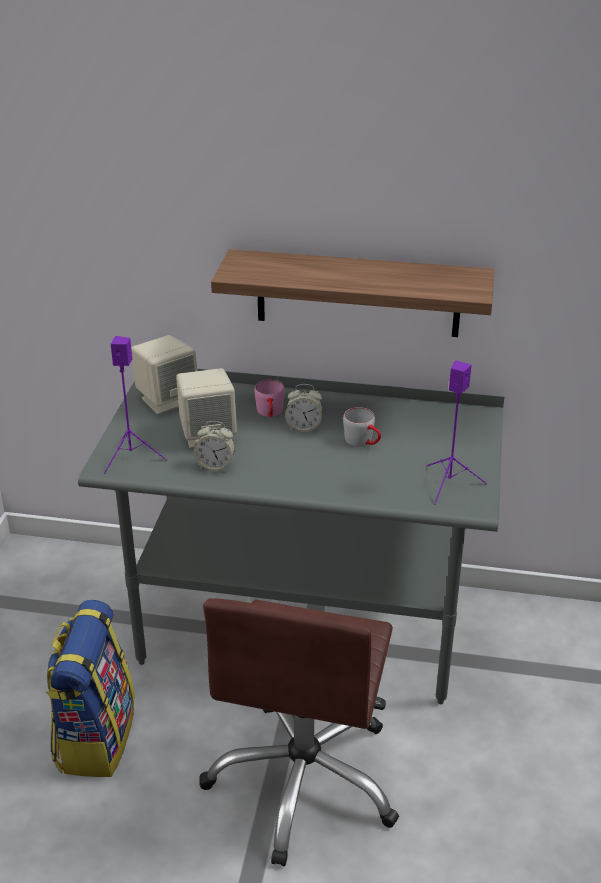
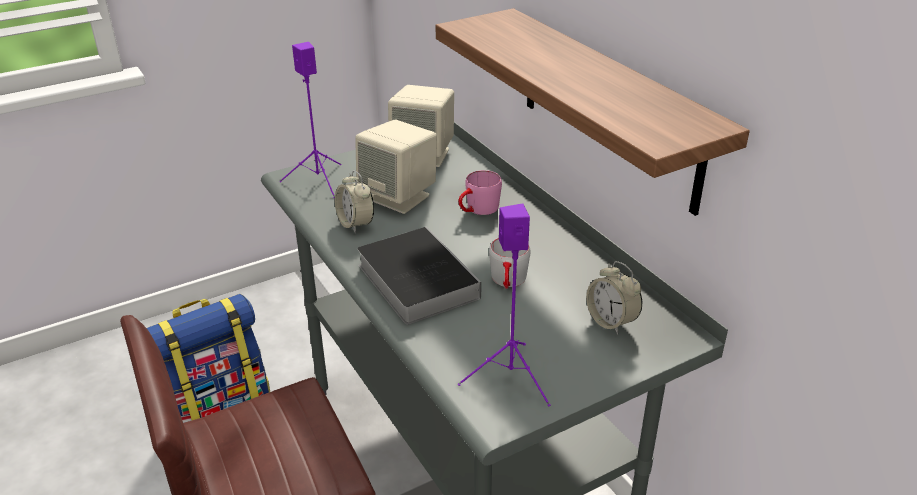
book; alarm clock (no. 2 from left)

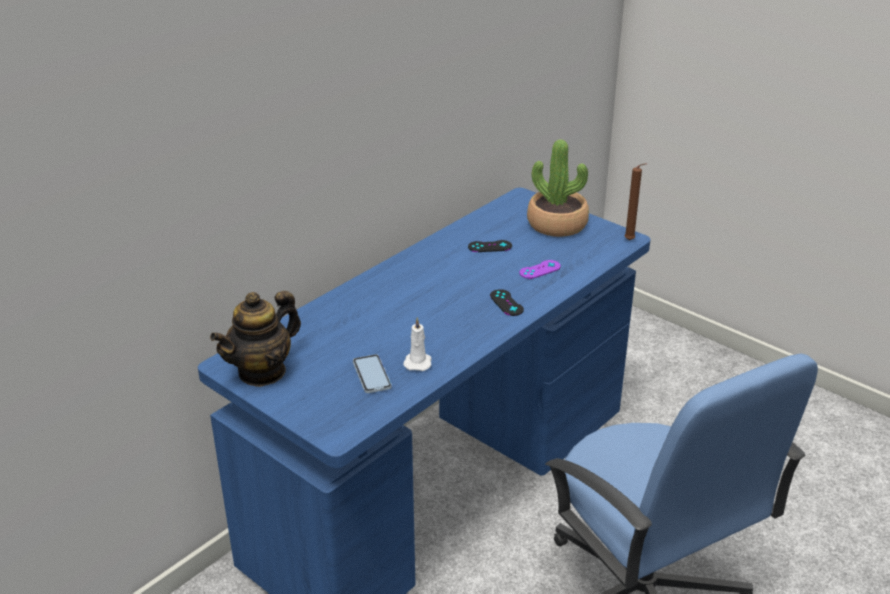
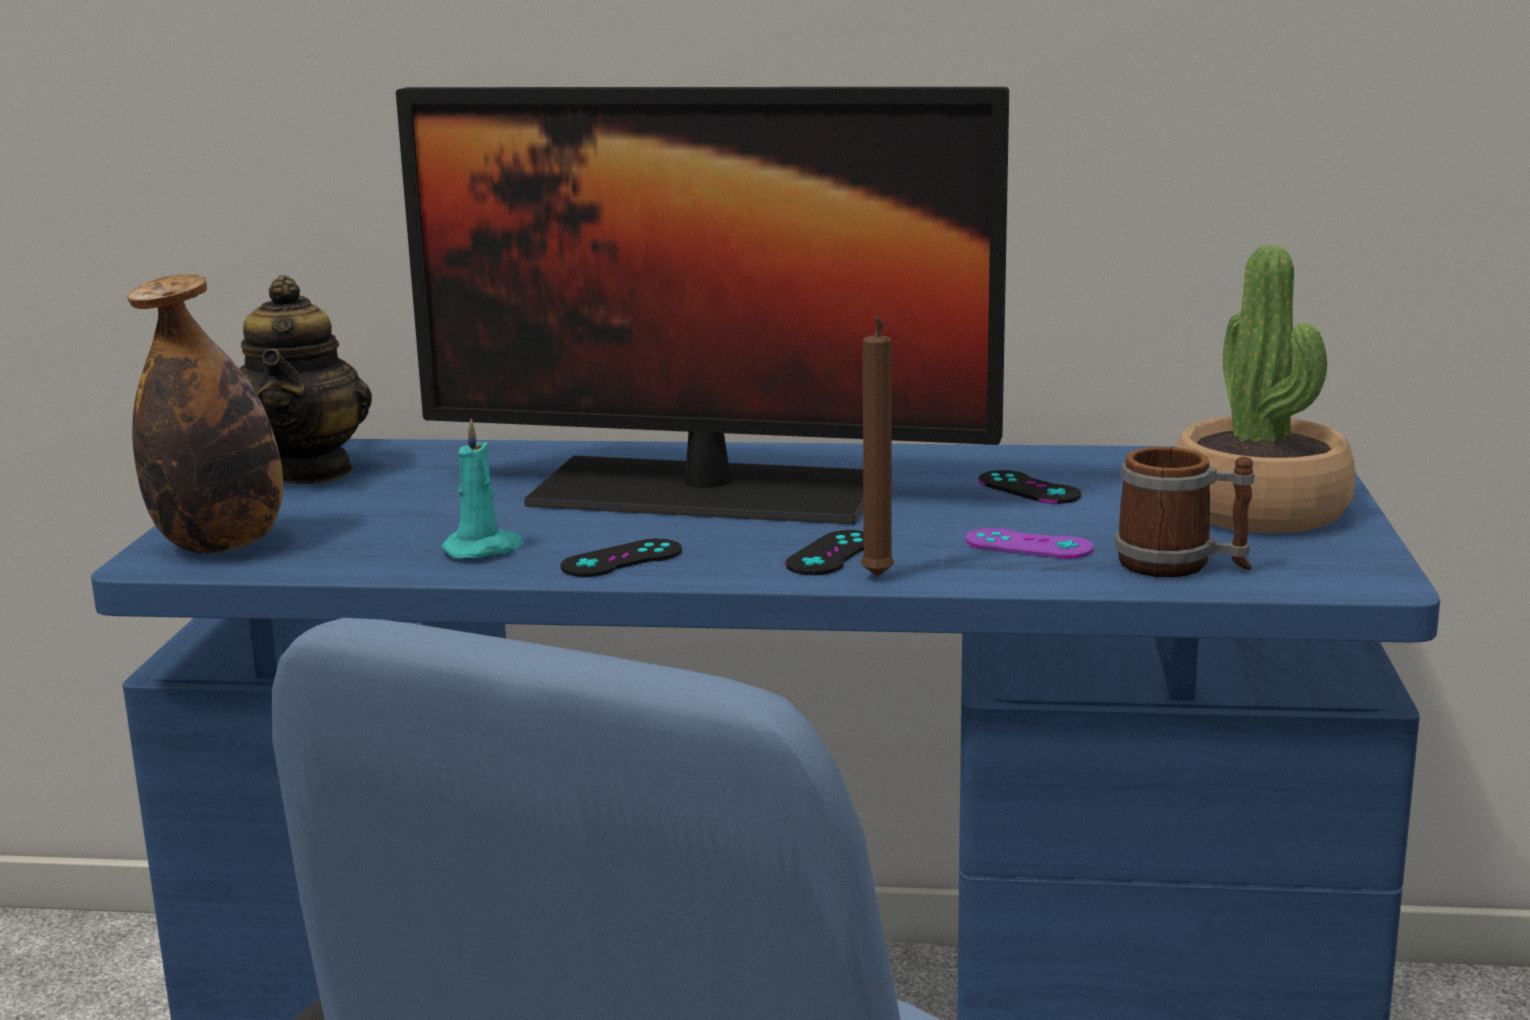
phone; bottle; monitor; game controller (black) (no. 1 from left); mug; candle (brown); candle (turquoise); teapot

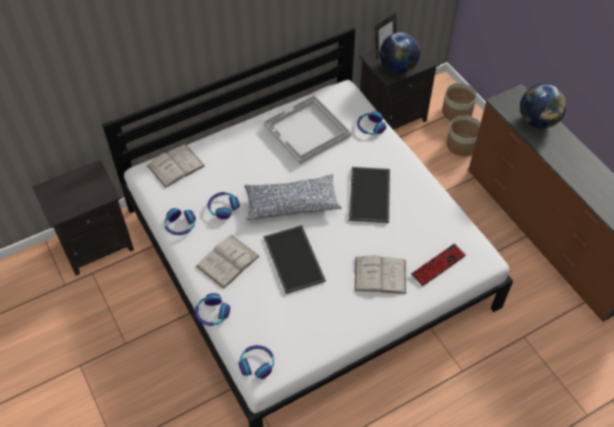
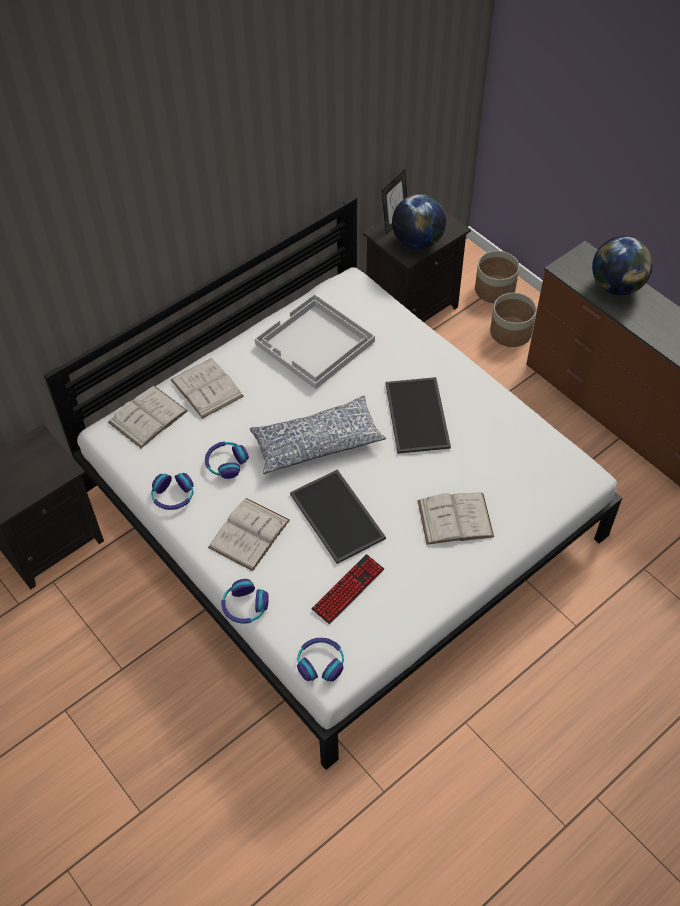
headphones (no. 5 from left in the first image); book (white) (no. 2 from left); keyboard

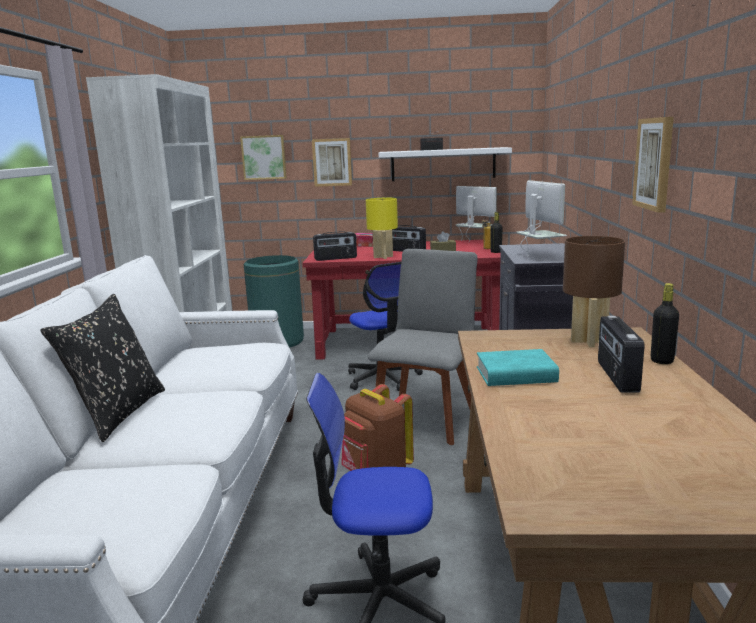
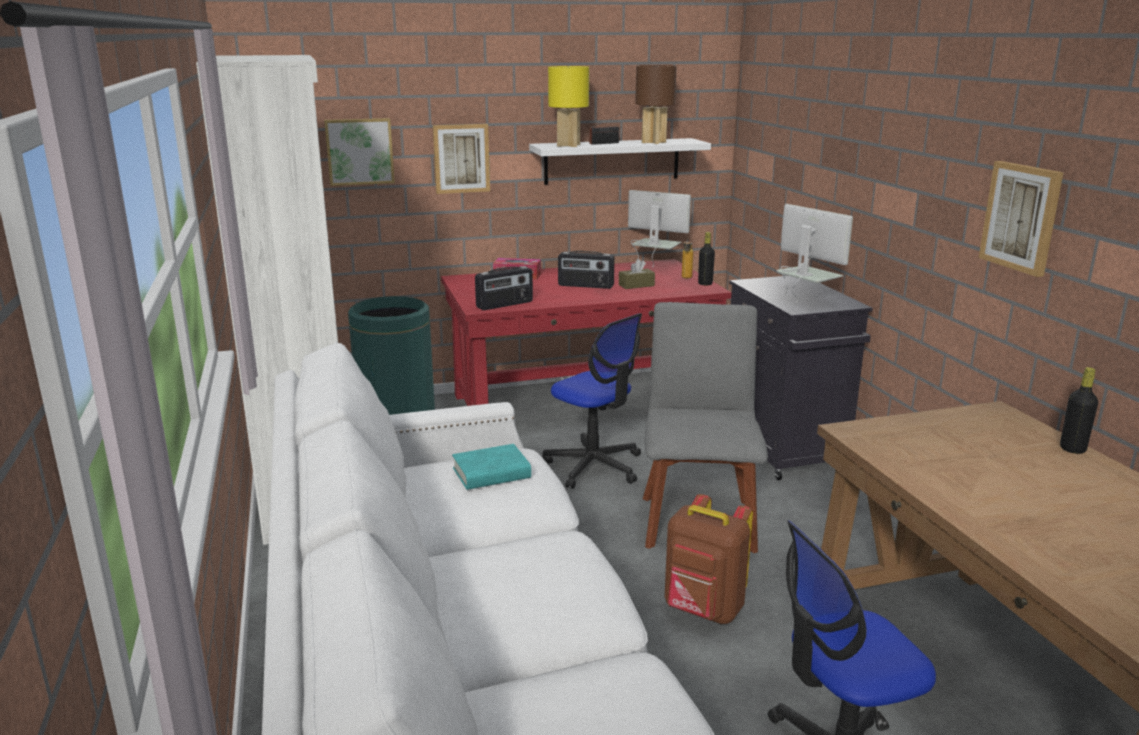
pillow (black); radio (no. 4 from left in the first image); table lamp (yellow); book (turquoise); table lamp (brown)

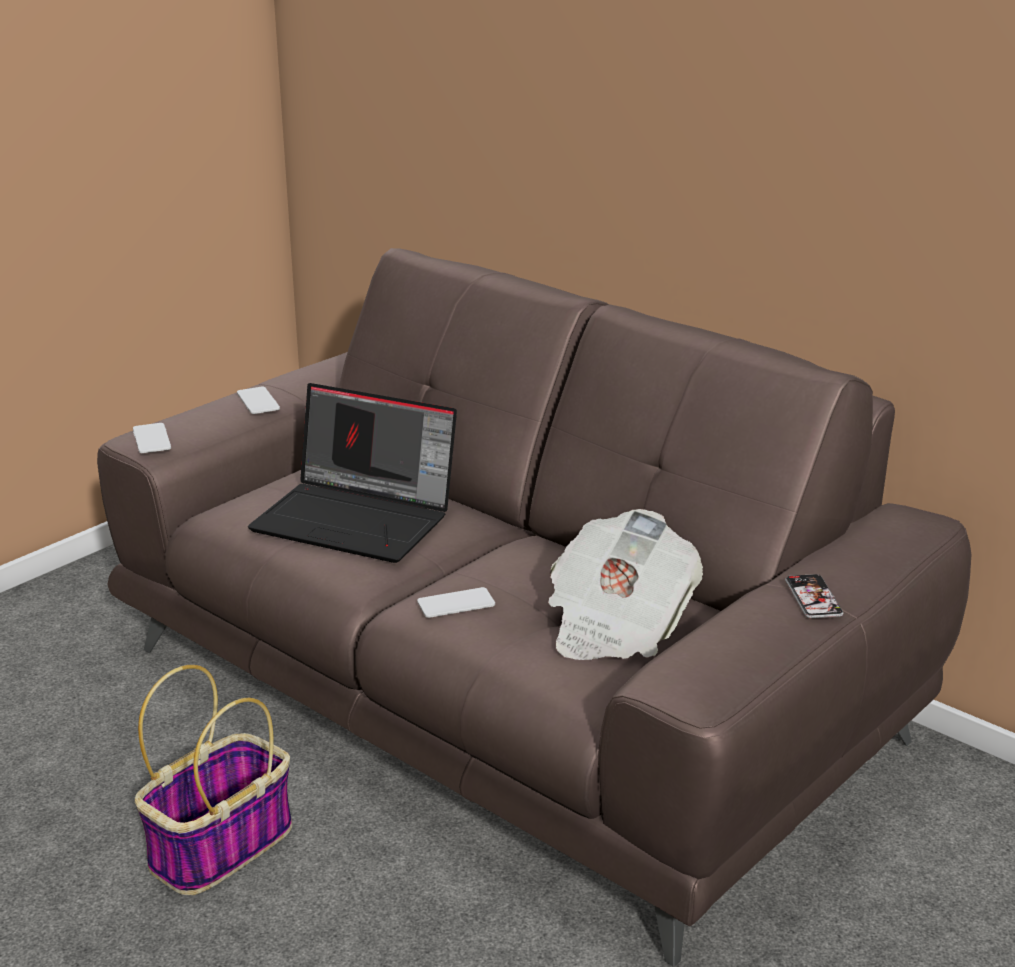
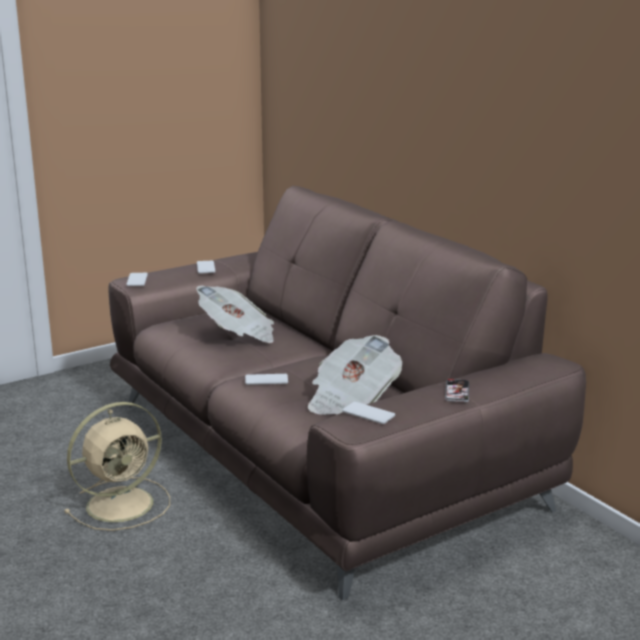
phone (no. 4 from left); fan (beige); newspaper (no. 1 from left)

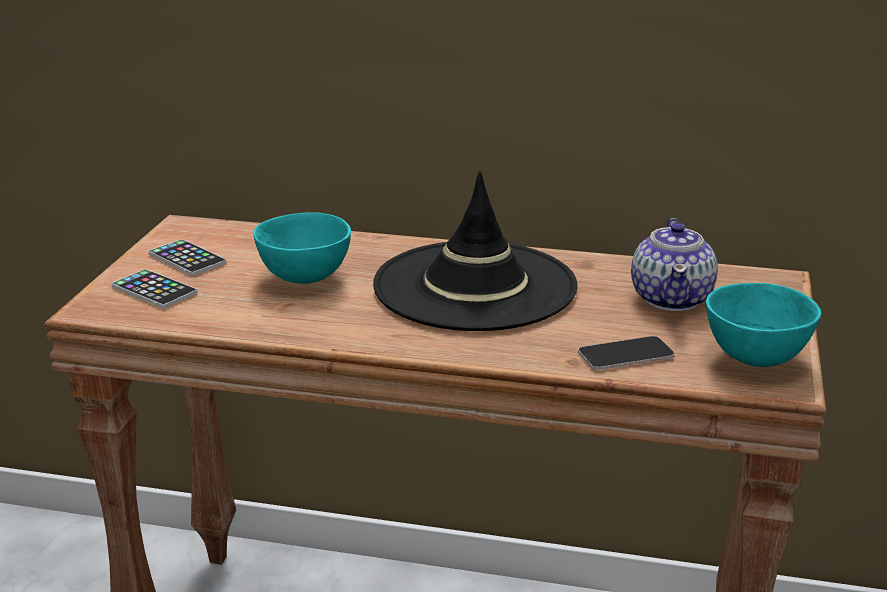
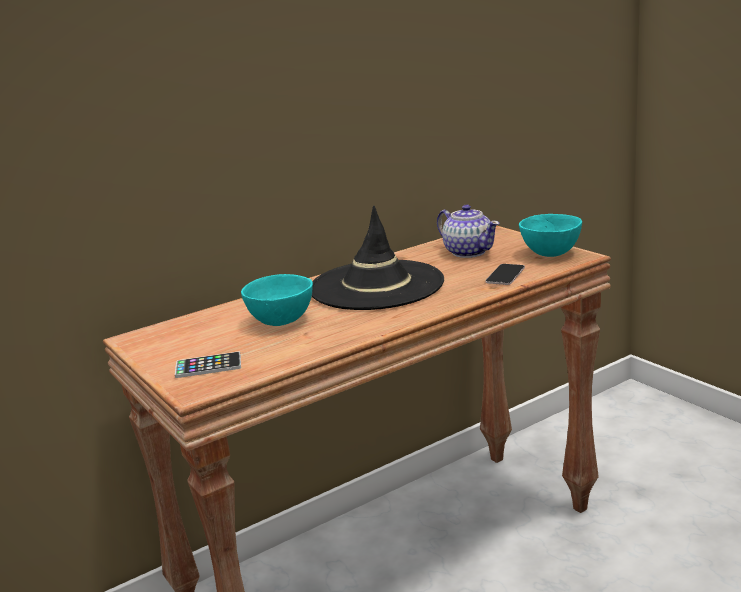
phone (no. 2 from left in the first image)

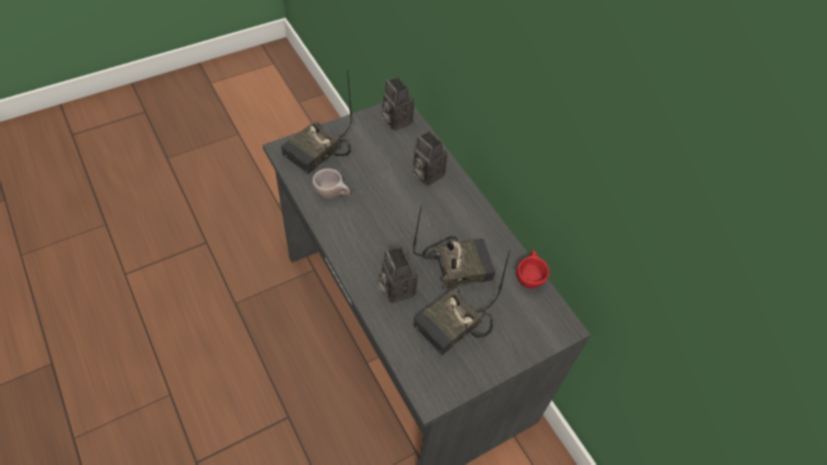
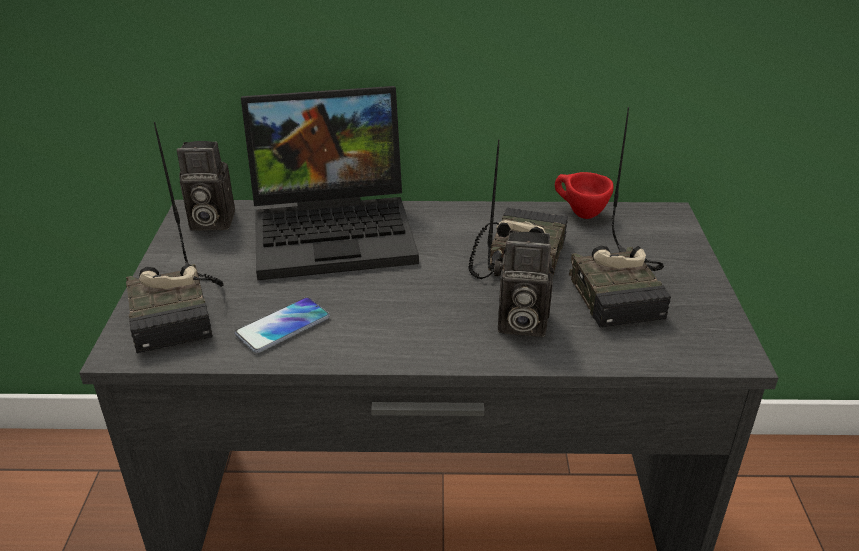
phone; laptop

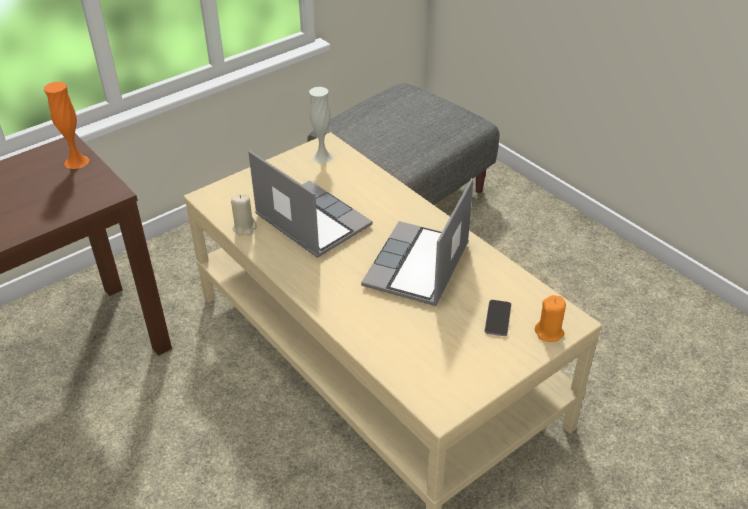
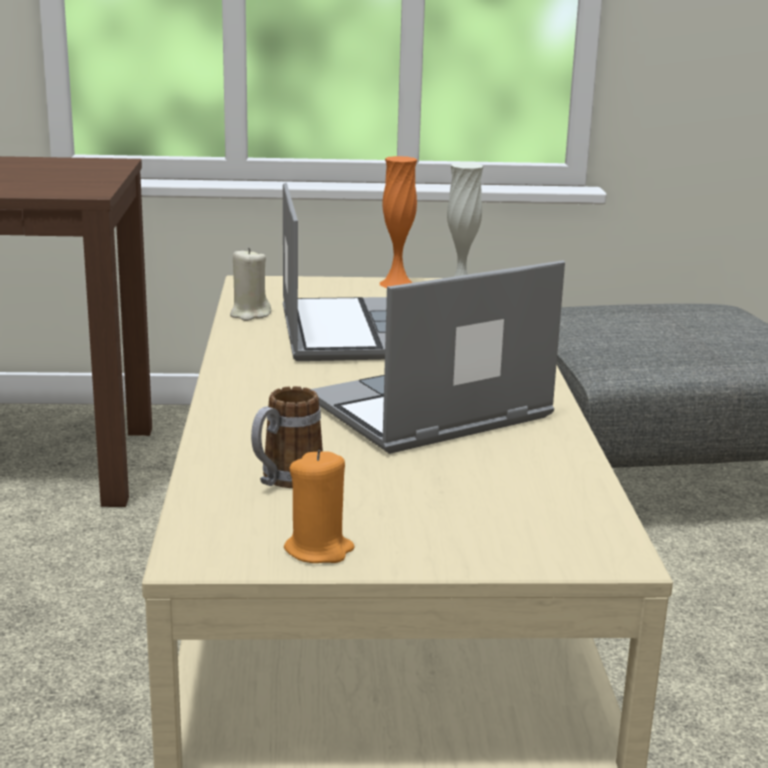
phone; mug; vase (orange); candle (orange)

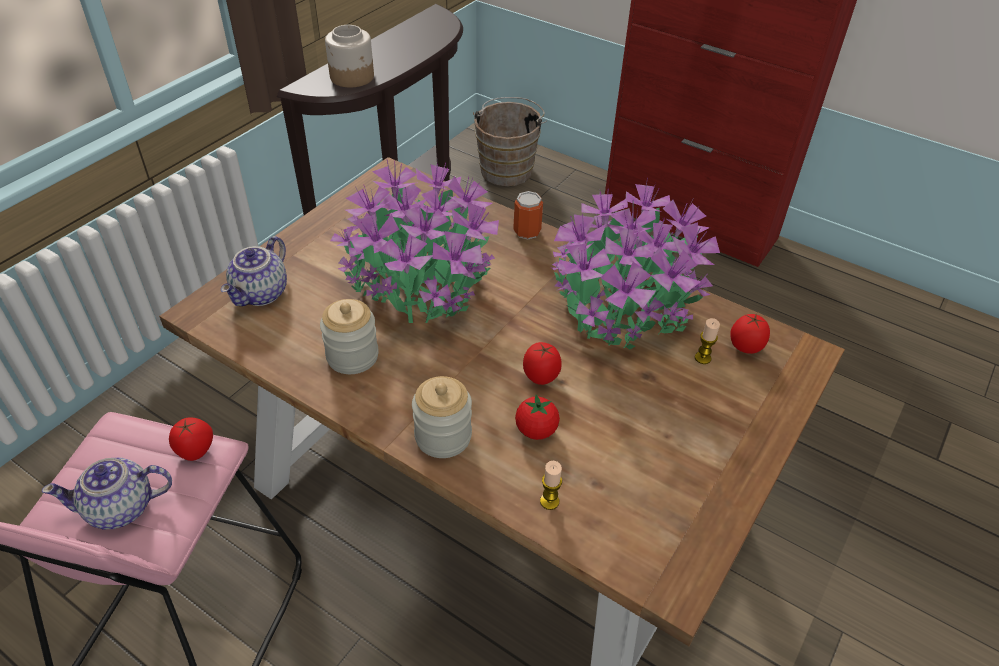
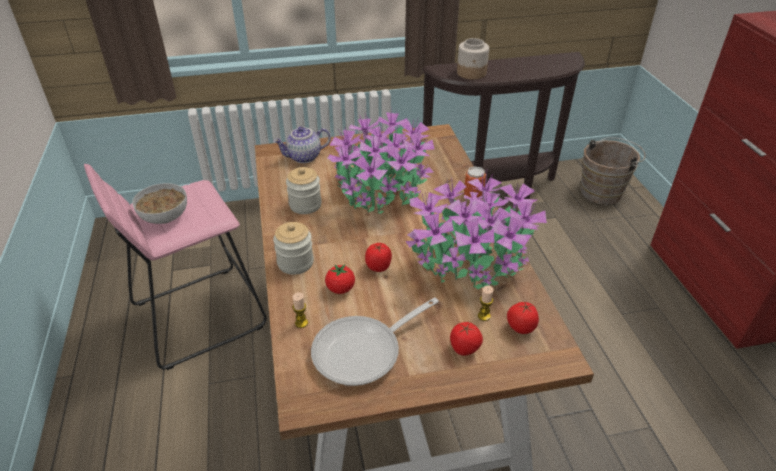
frying pan; tomato (no. 3 from left); bowl

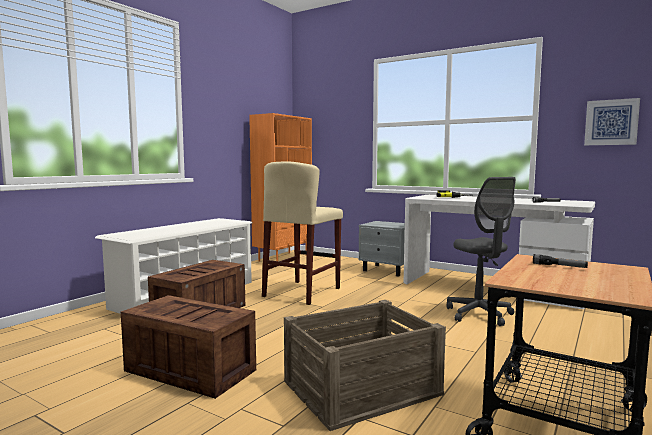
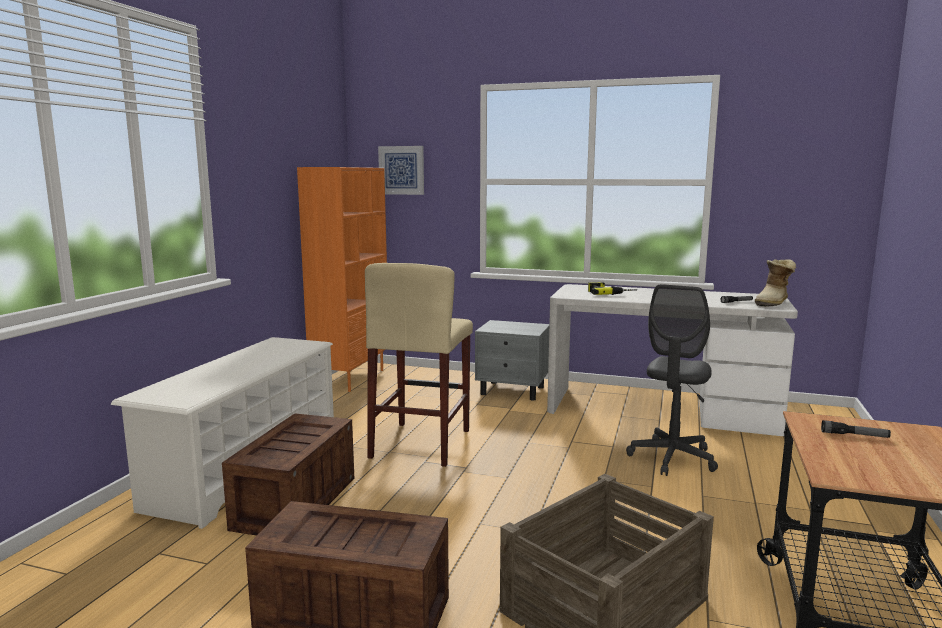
boot; picture; office chair (grey)

